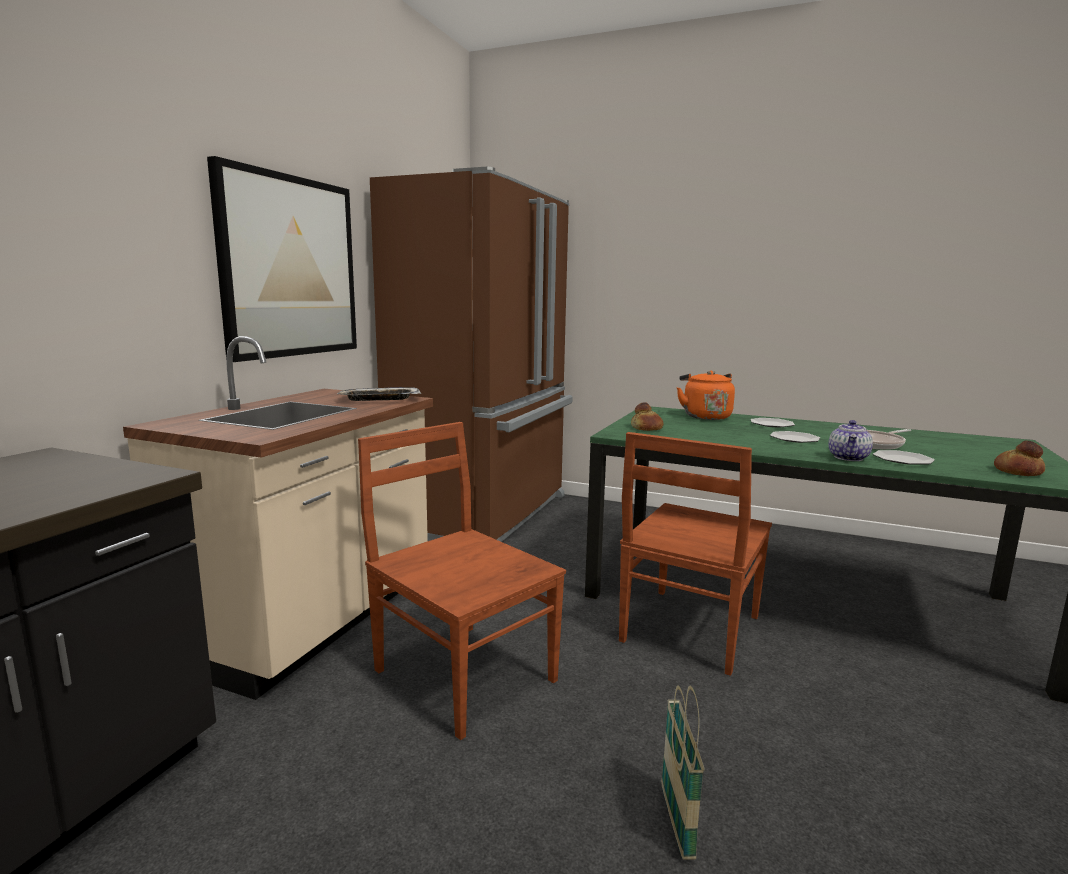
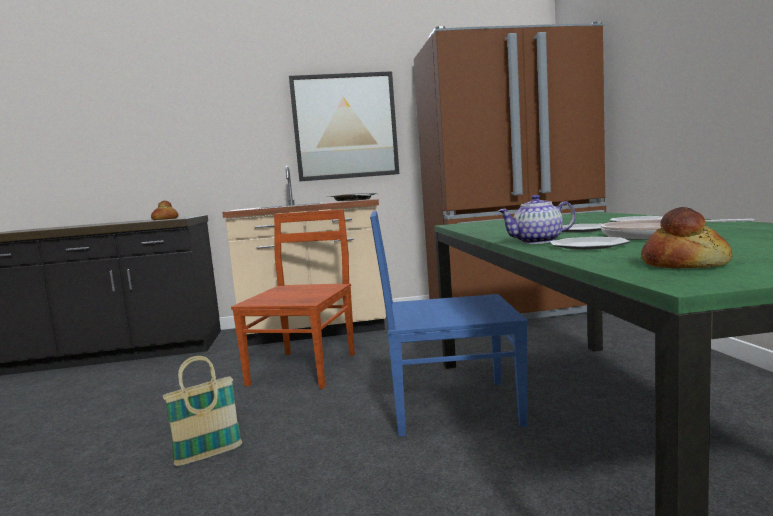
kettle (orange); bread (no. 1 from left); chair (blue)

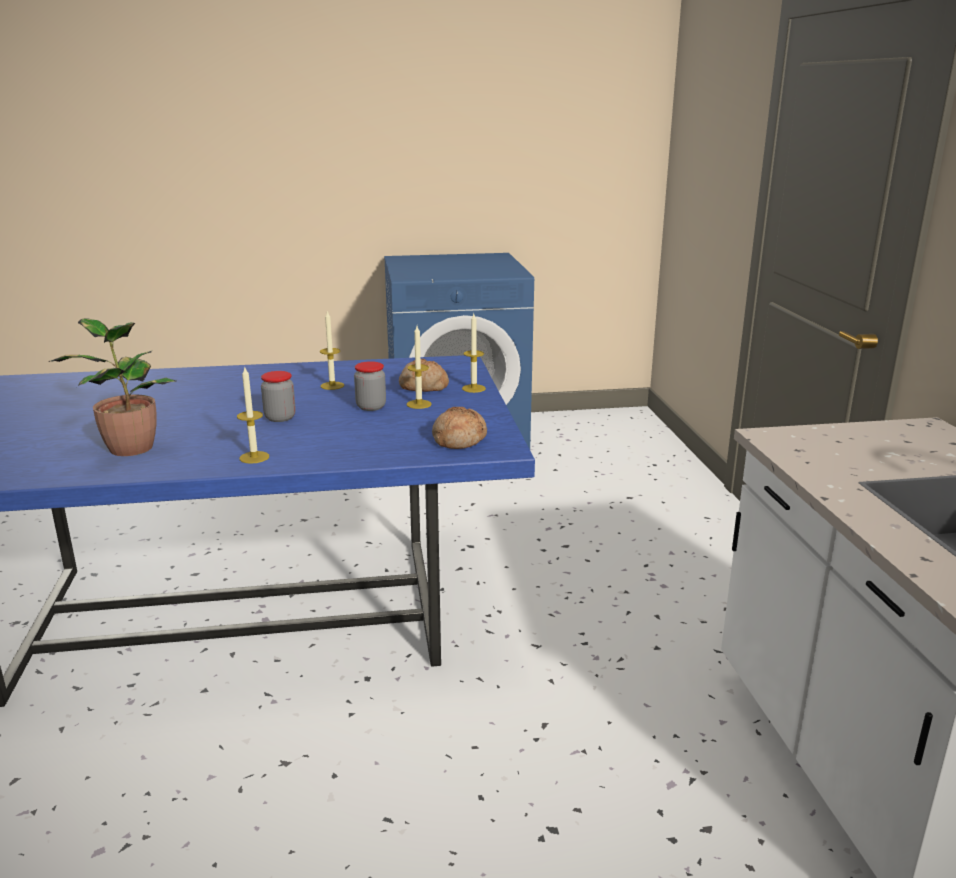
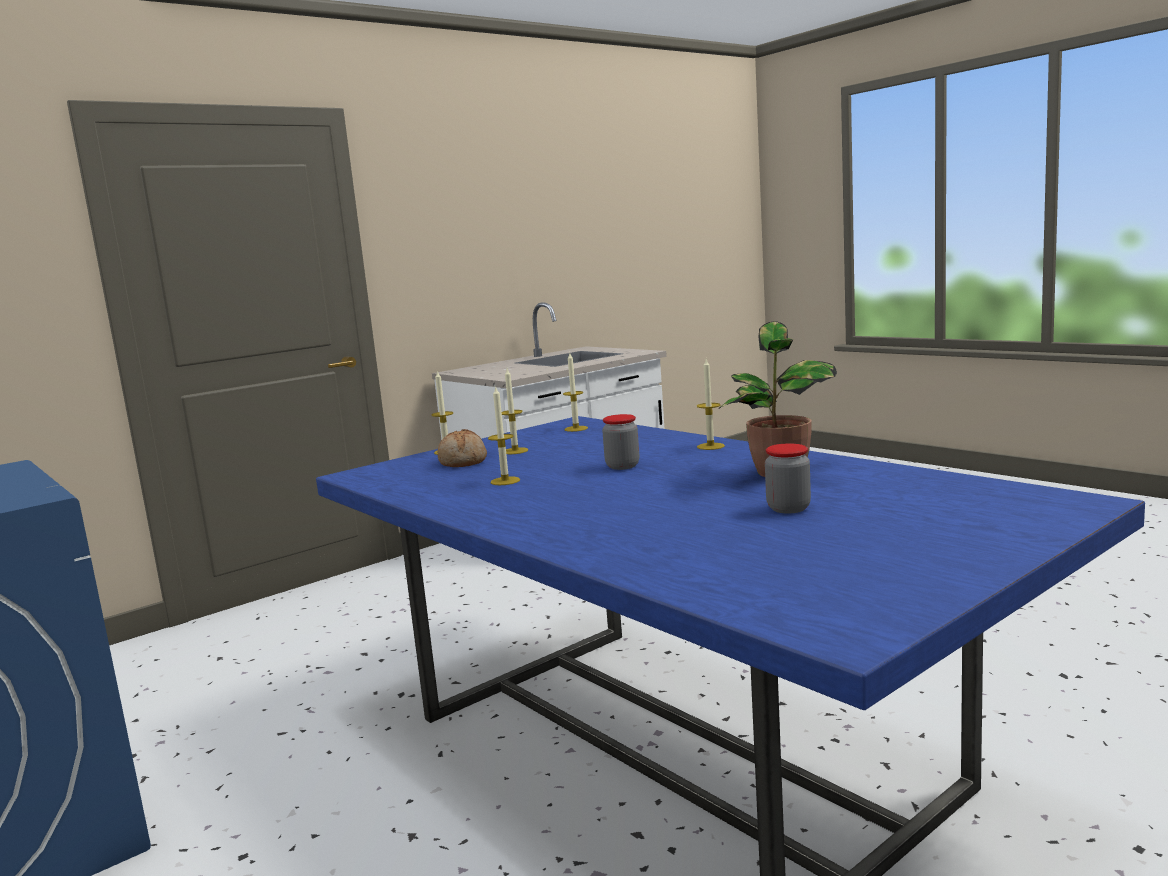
jar (no. 2 from left); candle (no. 4 from left)

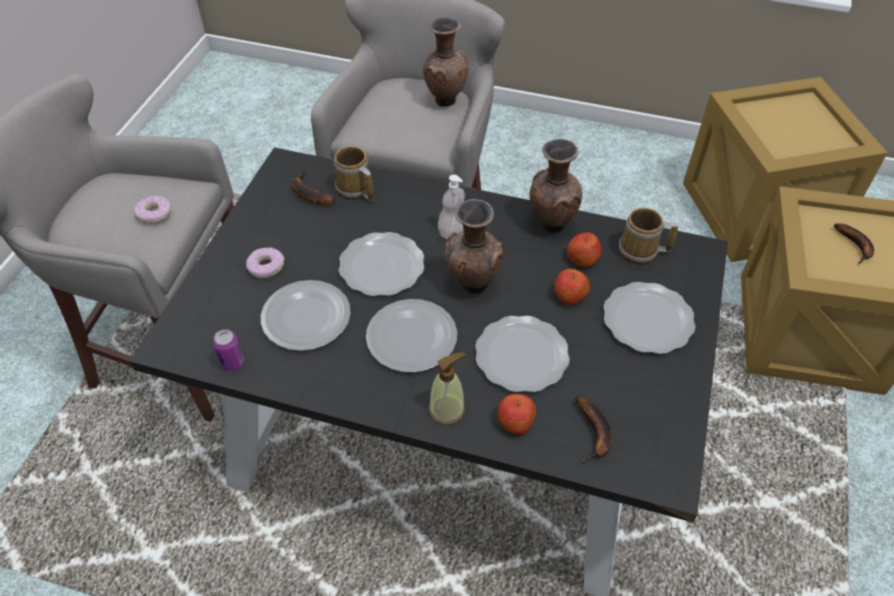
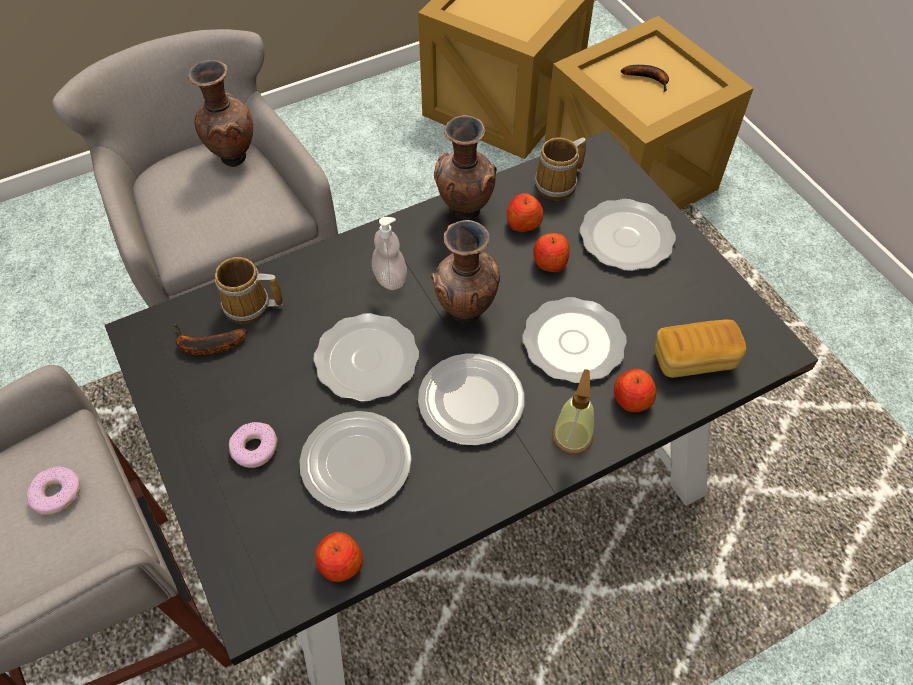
apple (no. 1 from left); bread

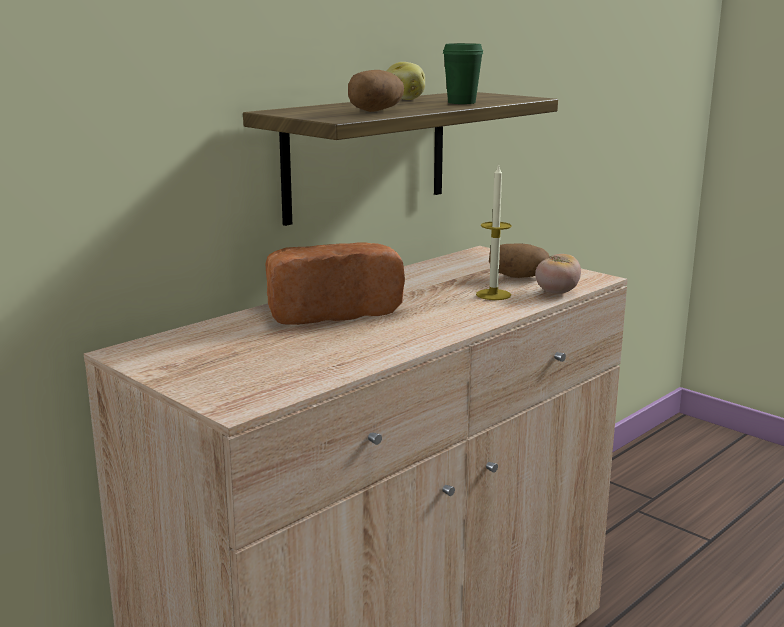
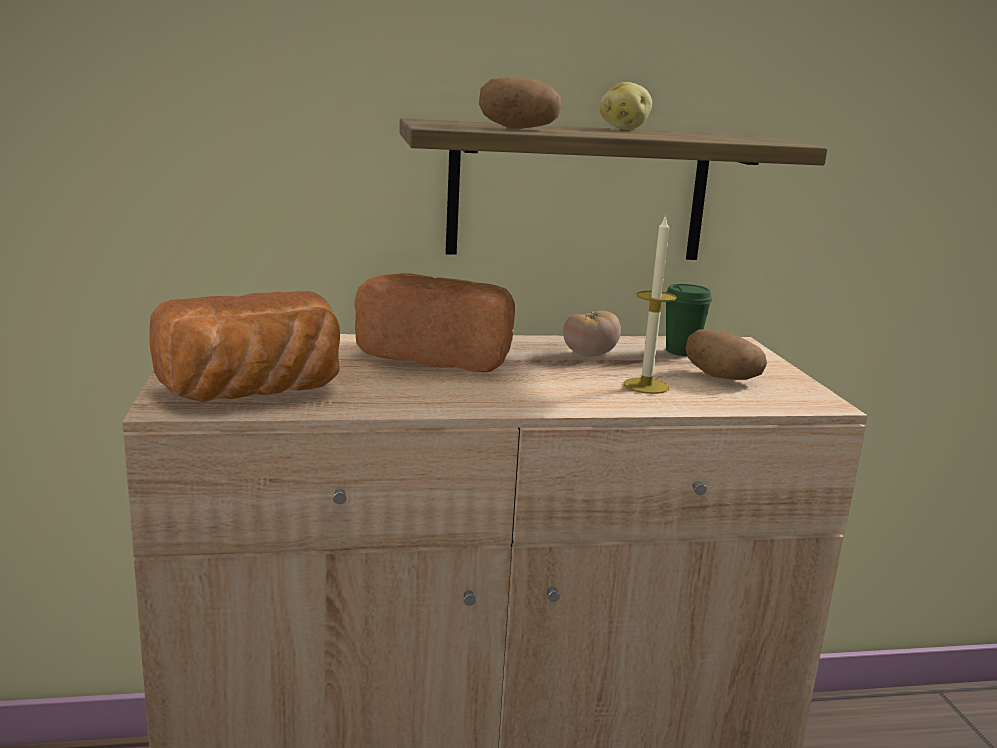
bread (no. 1 from left); cup (green); tomato

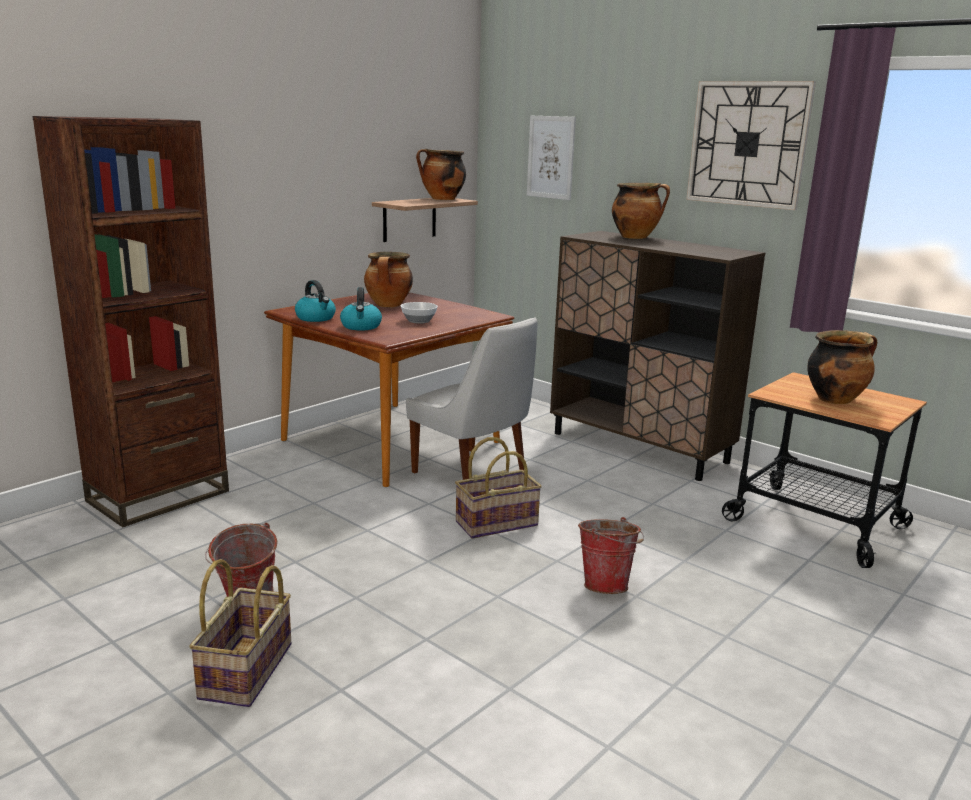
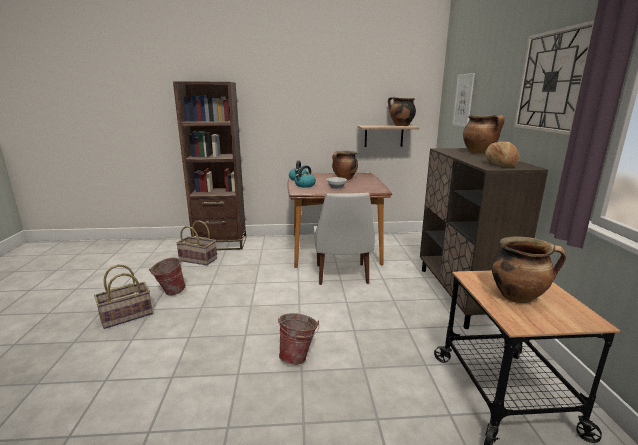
bread; basket (no. 2 from left)

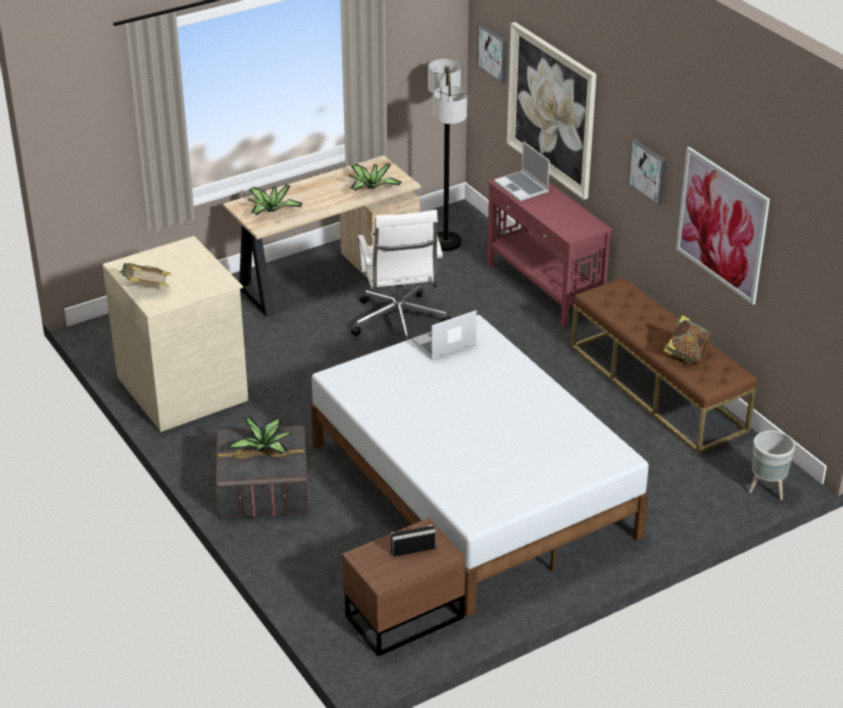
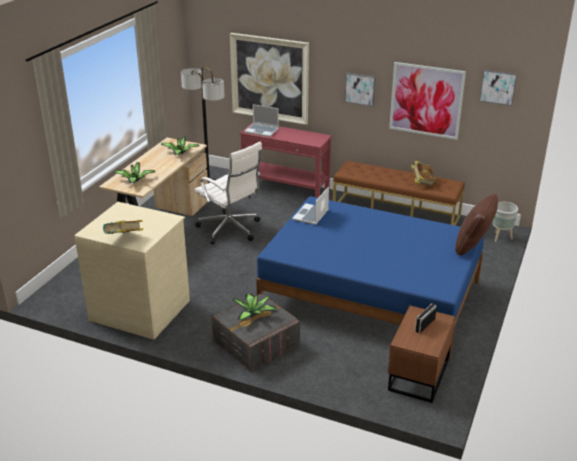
pillow (brown); picture (no. 4 from left); bed (blue)

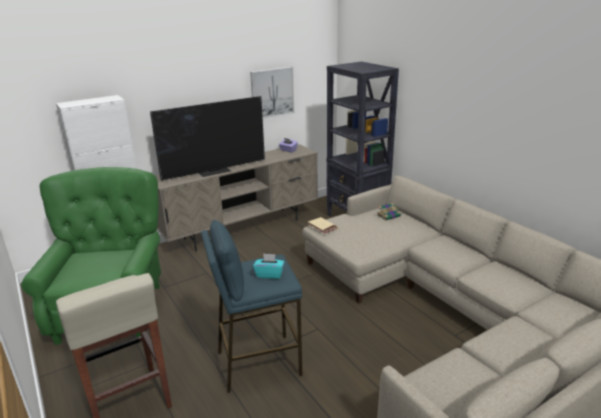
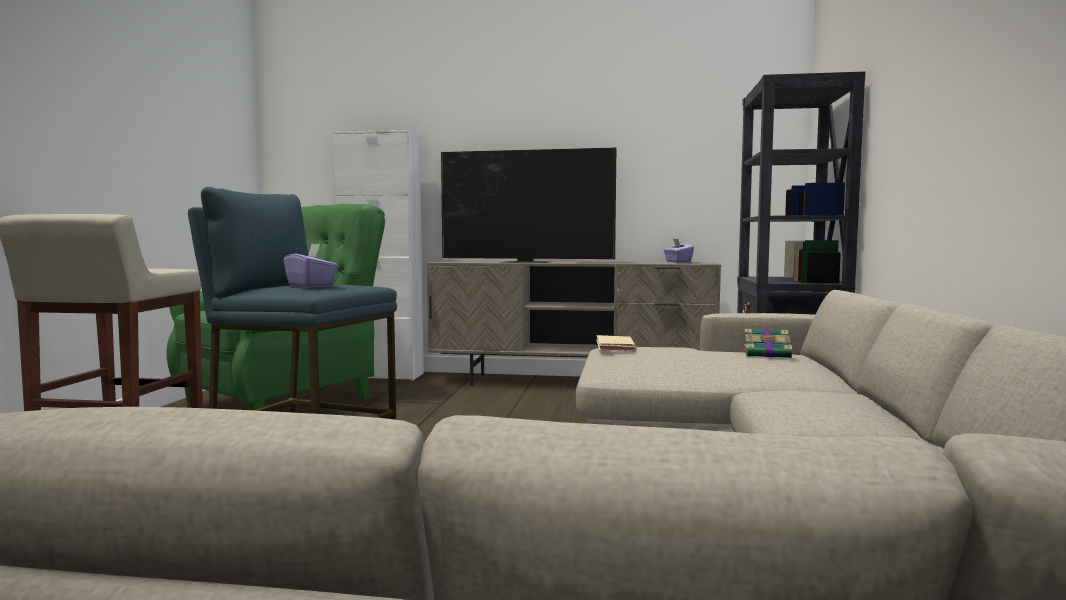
picture; tissue box (purple) (no. 1 from left)

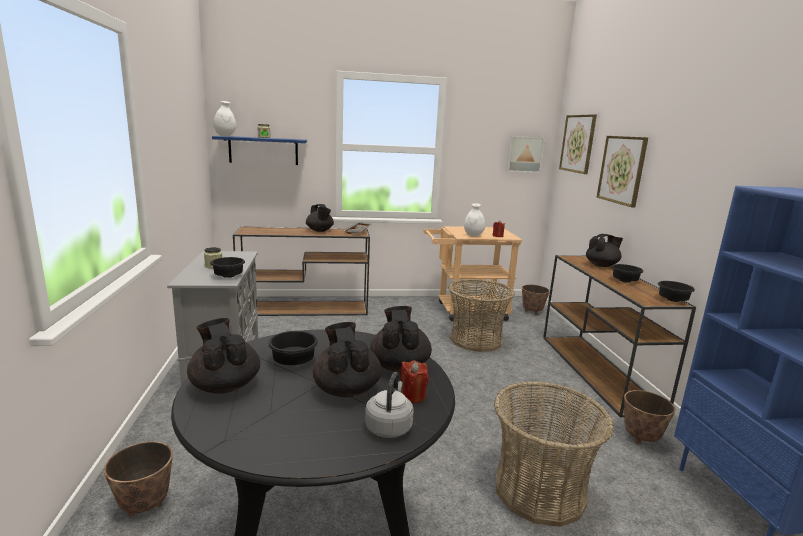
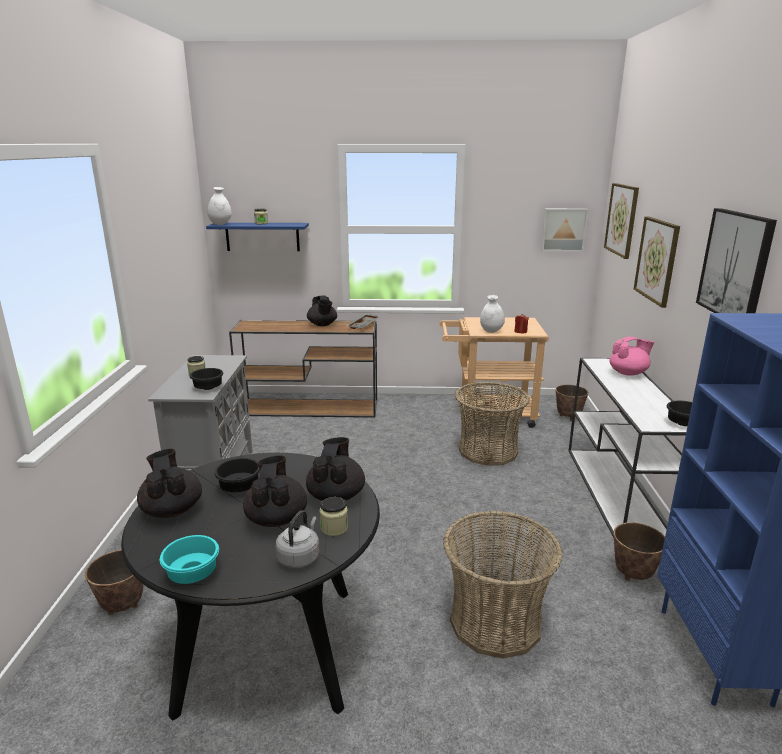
bowl (black) (no. 3 from left in the first image); bowl (turquoise); picture (no. 4 from left); jar (no. 3 from left); console table (white); teapot (pink)

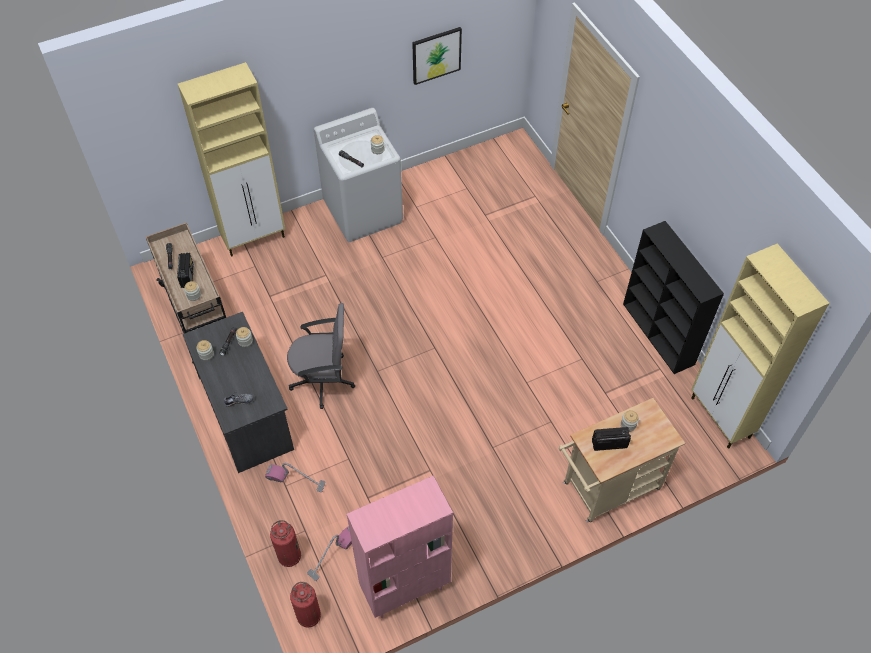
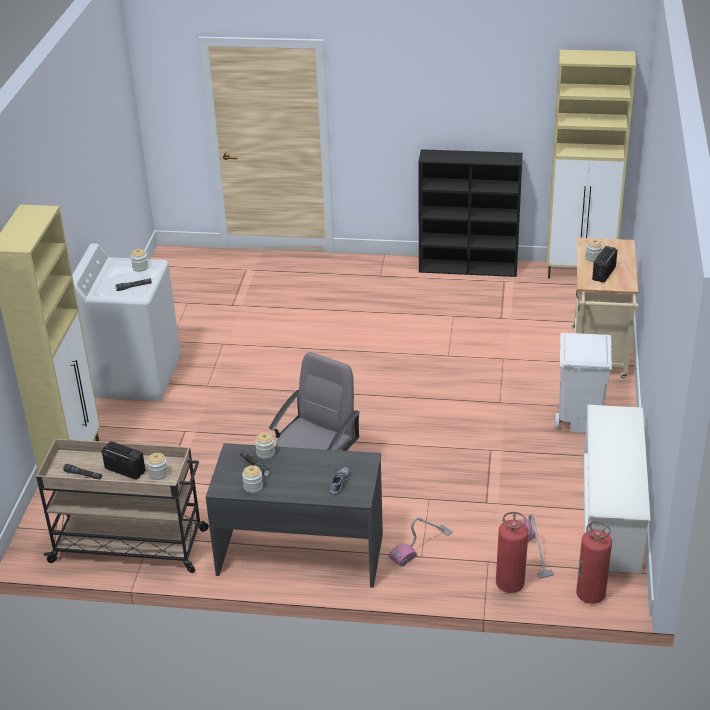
picture; trash can (white); shoe rack (white)

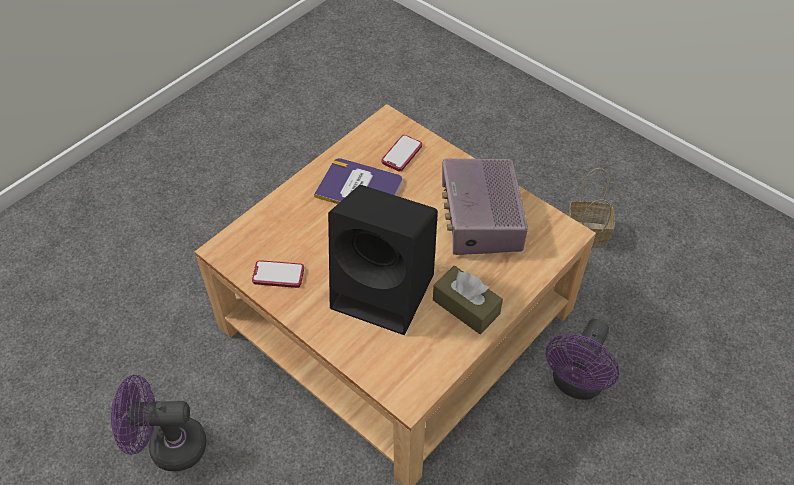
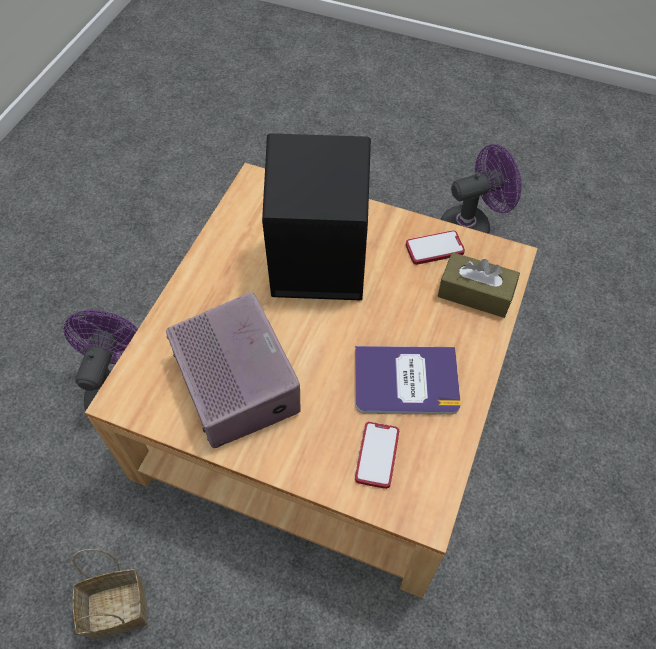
tissue box (brown)

